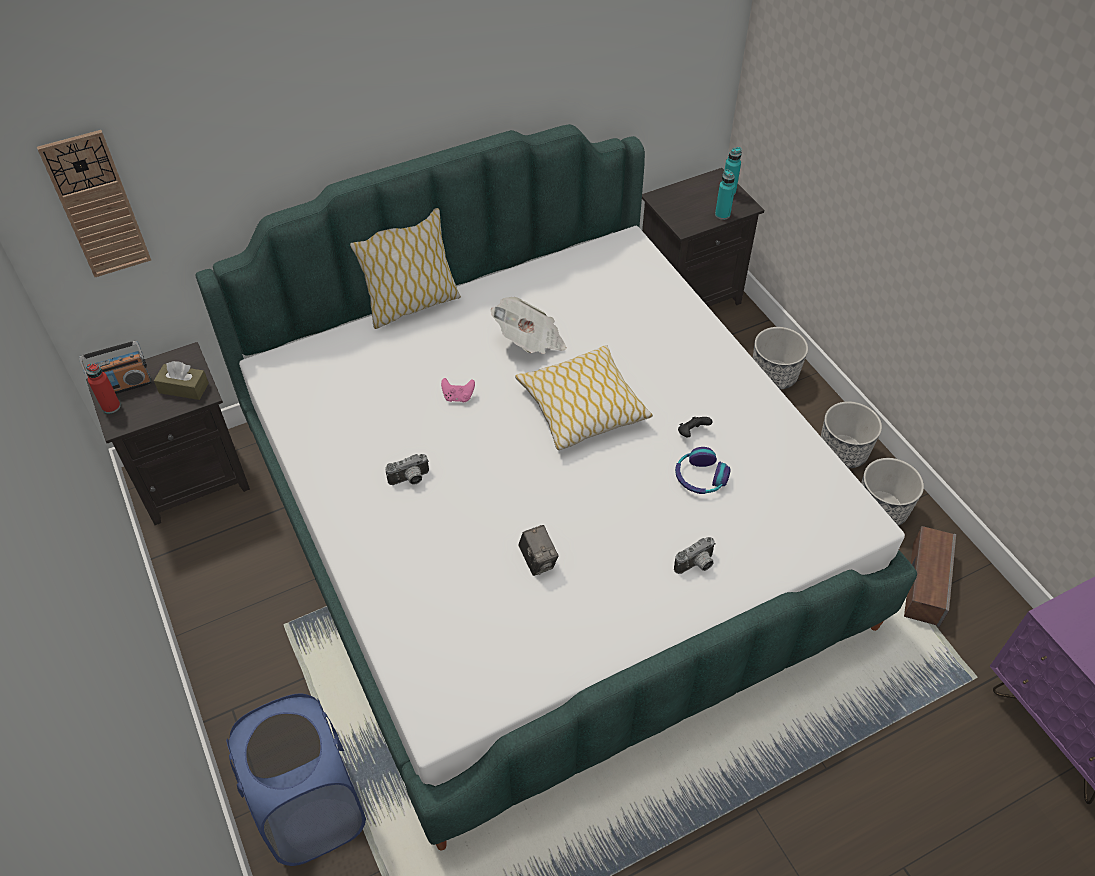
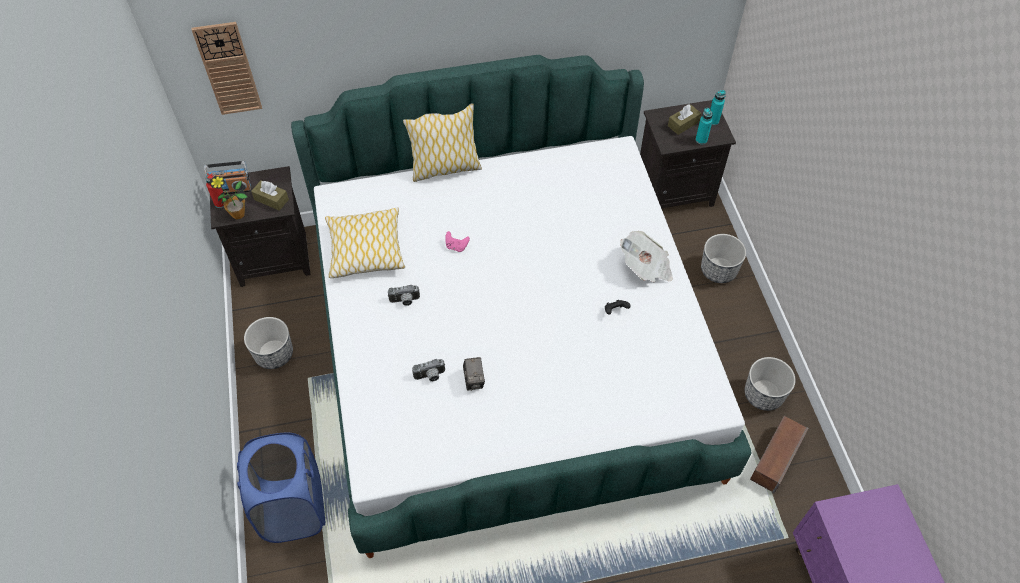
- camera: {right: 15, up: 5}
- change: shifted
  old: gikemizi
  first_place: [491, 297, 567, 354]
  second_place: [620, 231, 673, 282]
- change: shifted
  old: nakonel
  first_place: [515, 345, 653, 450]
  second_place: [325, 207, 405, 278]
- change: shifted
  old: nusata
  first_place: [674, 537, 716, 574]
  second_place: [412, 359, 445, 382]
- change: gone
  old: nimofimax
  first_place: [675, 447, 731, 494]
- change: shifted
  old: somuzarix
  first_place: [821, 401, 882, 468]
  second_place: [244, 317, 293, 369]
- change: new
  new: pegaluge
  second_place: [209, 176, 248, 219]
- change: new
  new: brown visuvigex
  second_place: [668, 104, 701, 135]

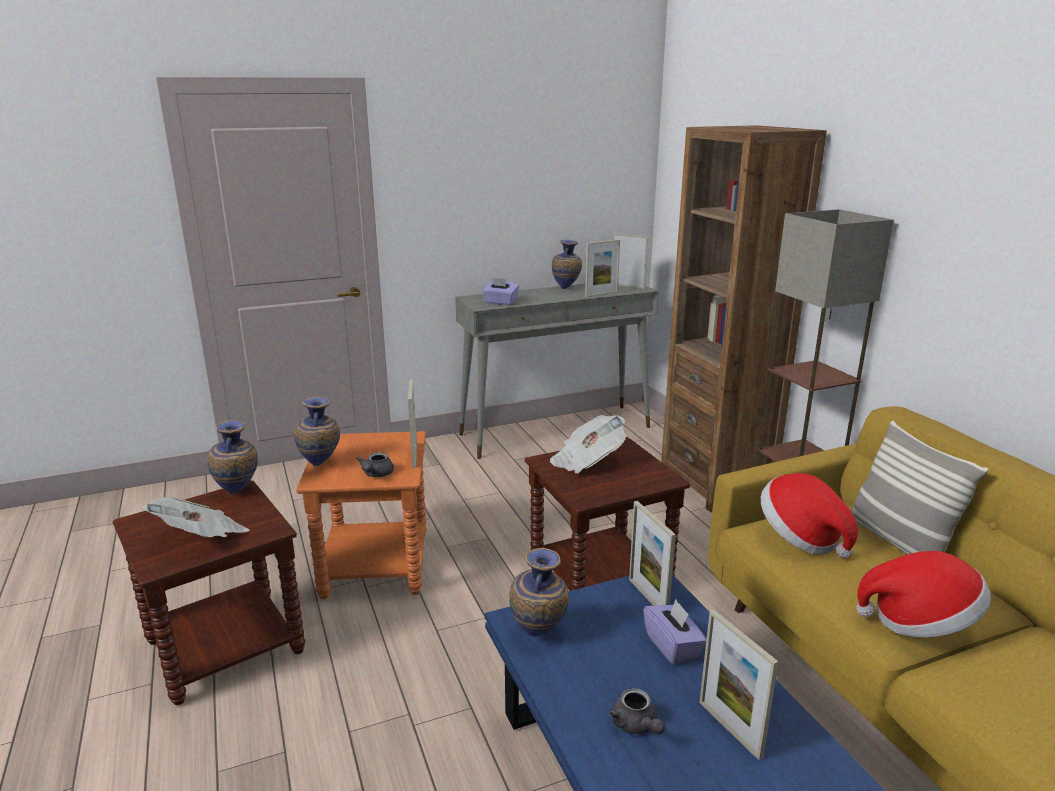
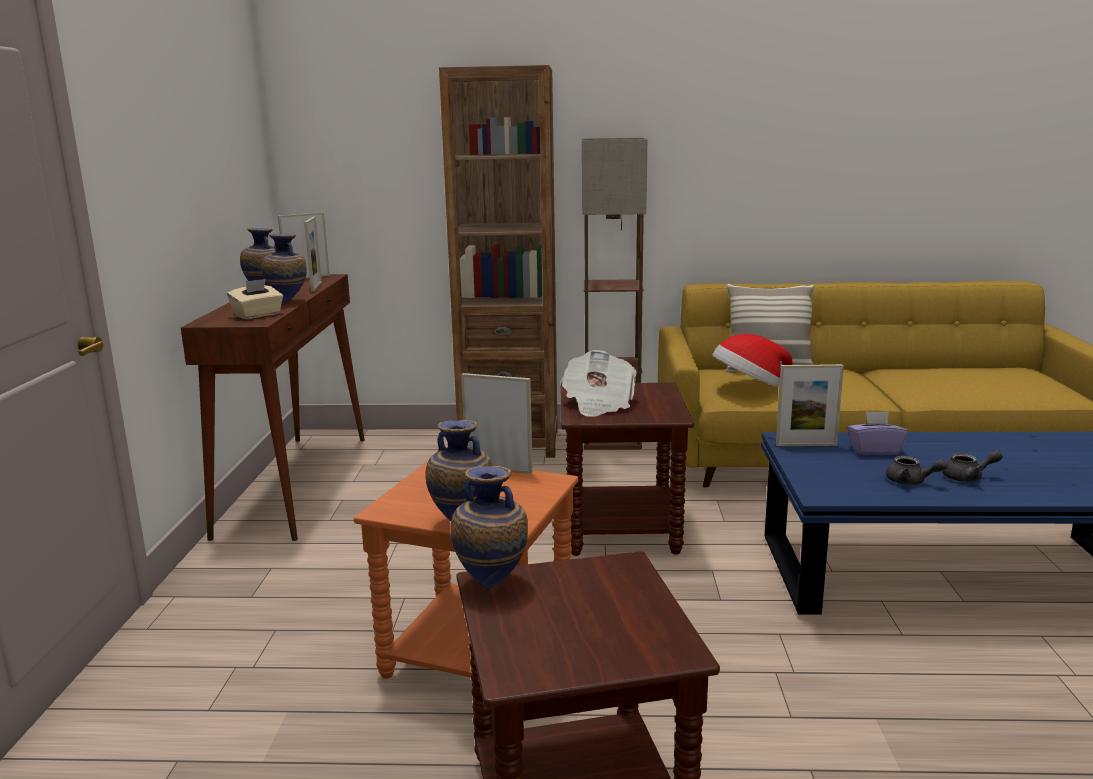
- camera: {right: -65, up: -5}
- change: gone
  old: gikemizi
  first_place: [141, 497, 250, 538]
- change: shifted
  old: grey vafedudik
  first_place: [356, 452, 394, 477]
  second_place: [886, 456, 947, 485]
- change: repainted
  old: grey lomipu
  new: brown lomipu
  first_place: [455, 284, 659, 459]
  second_place: [181, 274, 365, 541]
- change: repainted
  old: purple visuvigex
  new: beige visuvigex
  first_place: [482, 278, 519, 305]
  second_place: [227, 279, 283, 319]
- change: shifted
  old: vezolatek
  first_place: [509, 548, 569, 637]
  second_place: [261, 234, 307, 303]
- change: gone
  old: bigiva
  first_place: [699, 610, 779, 760]
- change: gone
  old: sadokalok
  first_place: [856, 551, 991, 638]

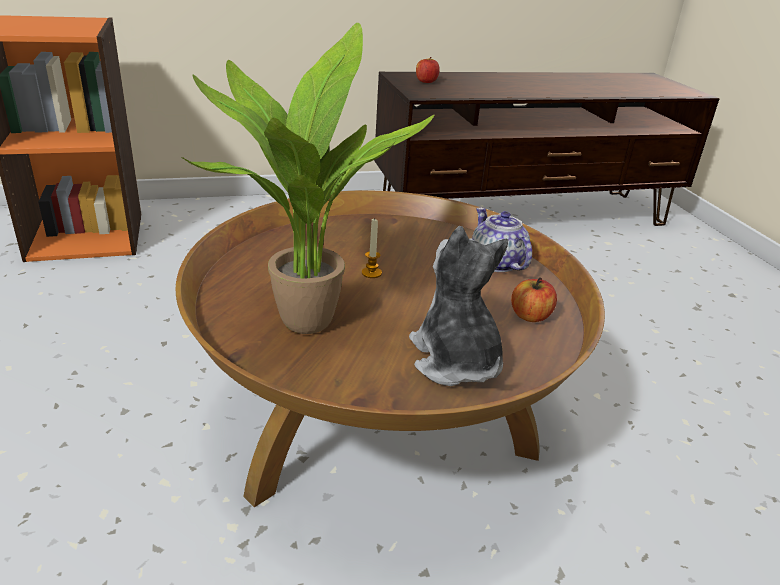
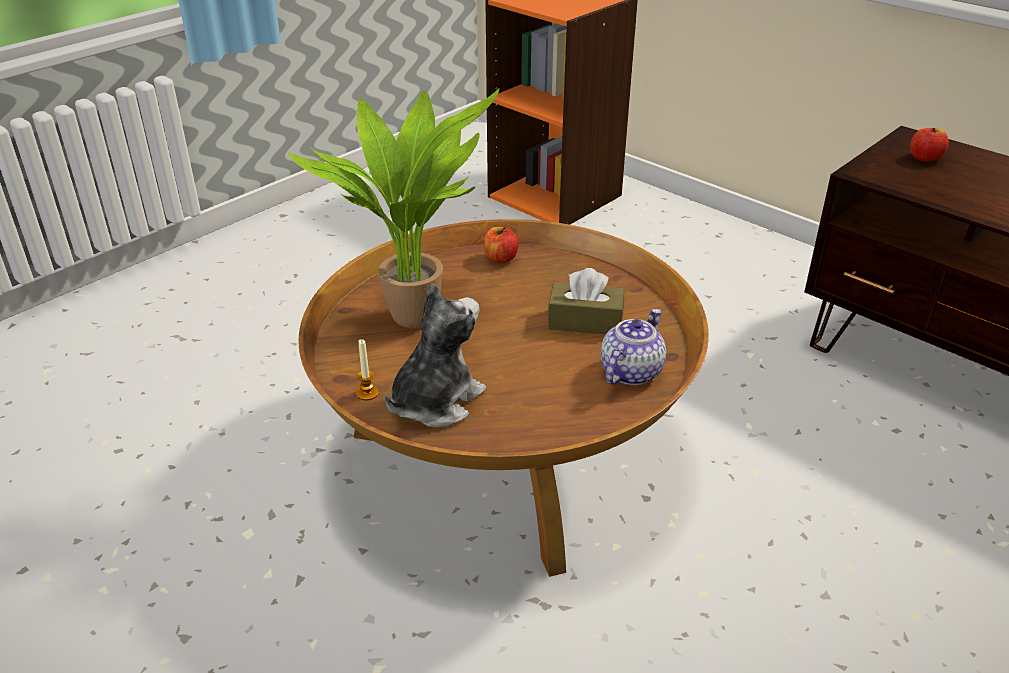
- camera: {right: 60, up: 5}
- change: shifted
  old: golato
  first_place: [362, 219, 382, 278]
  second_place: [356, 339, 379, 401]
- change: shifted
  old: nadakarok
  first_place: [511, 277, 557, 322]
  second_place: [484, 227, 518, 263]
- change: new
  new: brown visuvigex
  second_place: [548, 268, 624, 334]

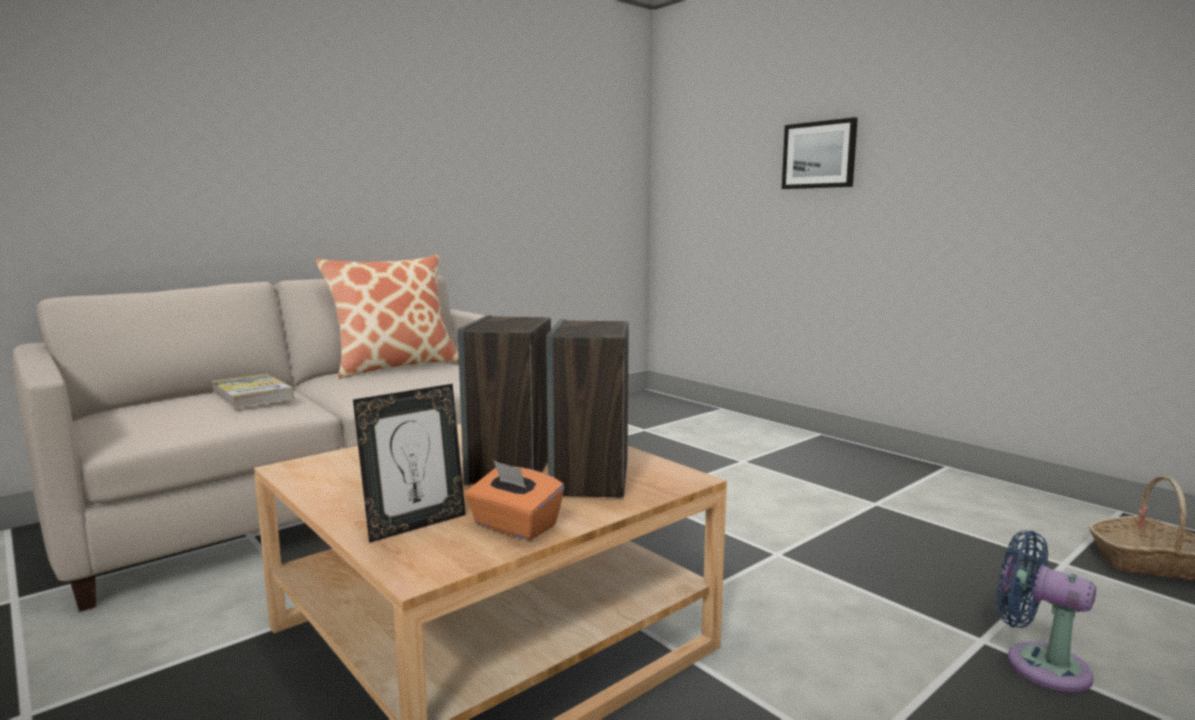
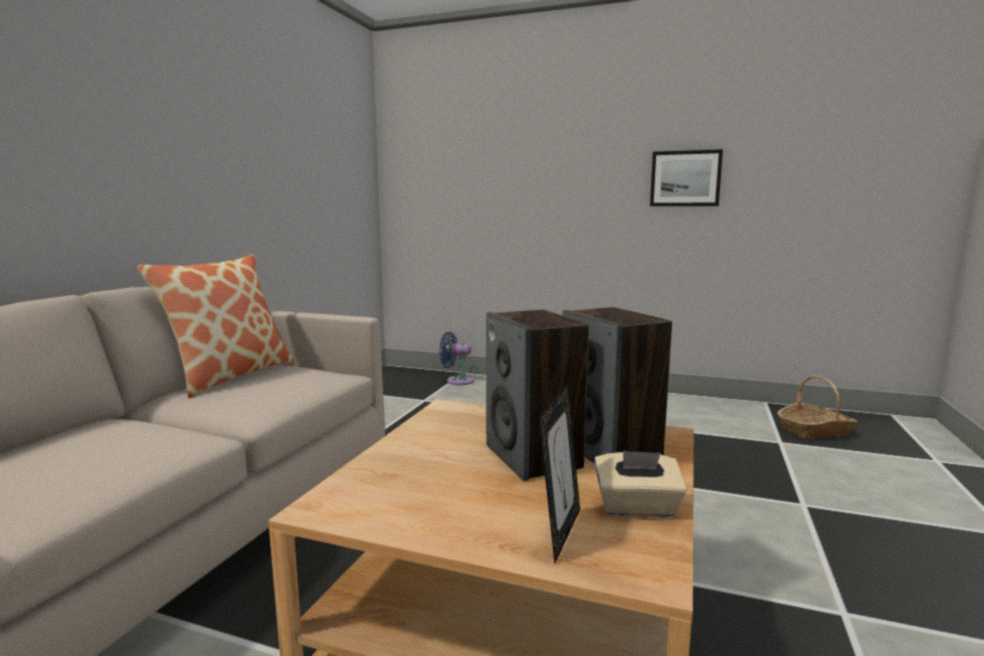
- camera: {right: -30, up: 0}
- change: gone
  old: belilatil
  first_place: [211, 374, 294, 409]
- change: repainted
  old: orange visuvigex
  new: beige visuvigex
  first_place: [465, 460, 564, 540]
  second_place: [594, 450, 687, 518]
- change: shifted
  old: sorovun
  first_place: [782, 117, 858, 189]
  second_place: [650, 149, 723, 206]
- change: shifted
  old: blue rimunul
  first_place: [997, 530, 1096, 692]
  second_place: [439, 332, 474, 385]

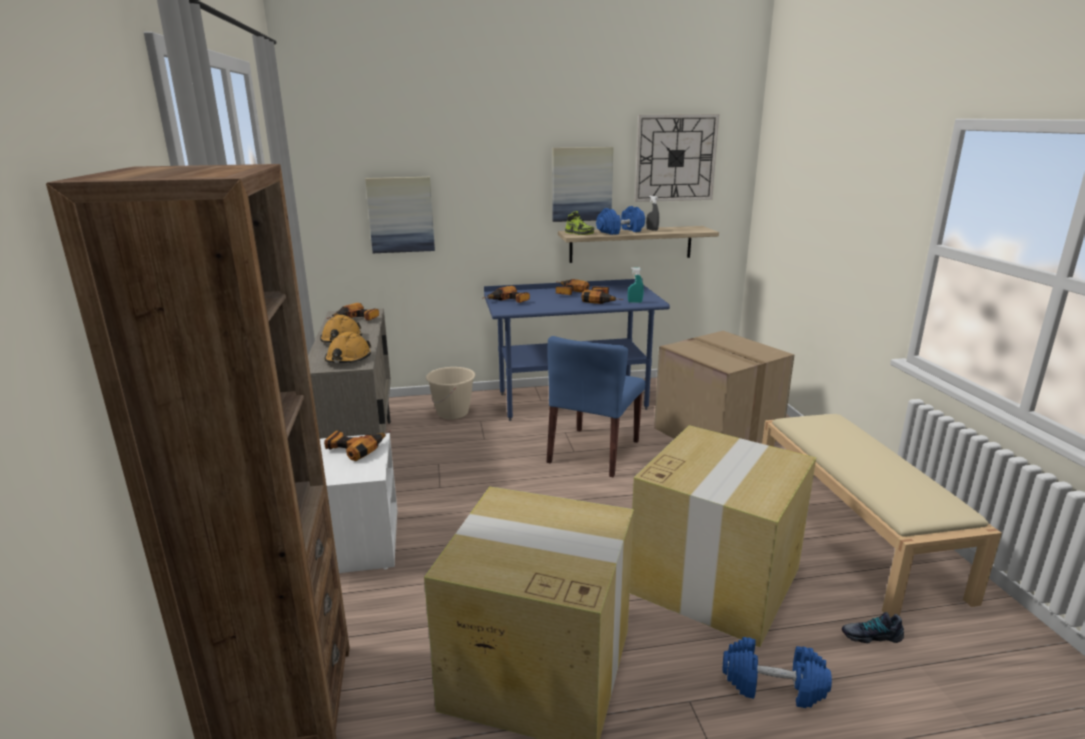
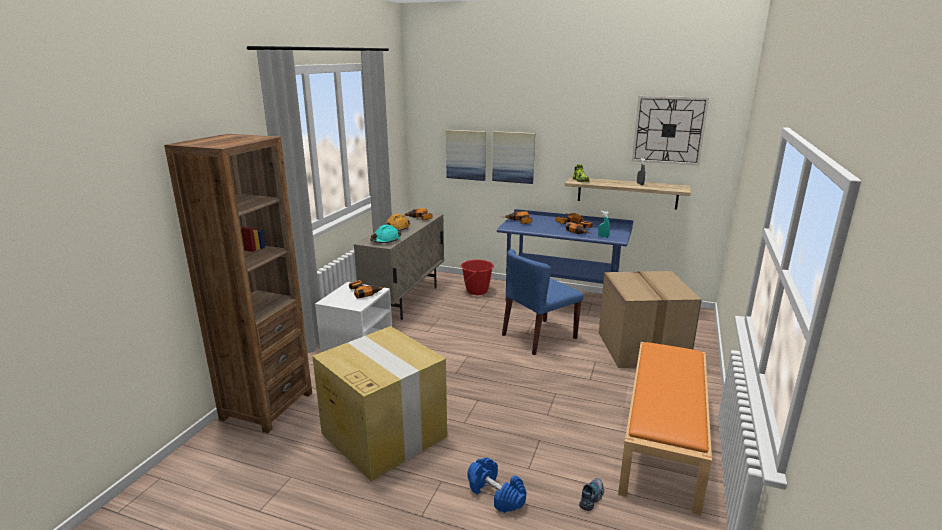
- camera: {right: 30, up: 0}
- change: repainted
  old: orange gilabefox
  new: turquoise gilabefox
  first_place: [325, 332, 371, 363]
  second_place: [370, 225, 401, 243]
- change: repainted
  old: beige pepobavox
  new: red pepobavox
  first_place: [426, 367, 475, 420]
  second_place: [461, 260, 494, 295]
- change: shifted
  old: sorovun
  first_place: [552, 147, 614, 222]
  second_place: [492, 131, 535, 184]
- change: gone
  old: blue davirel
  first_place: [596, 206, 645, 235]
- change: gone
  old: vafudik
  first_place: [630, 425, 816, 647]
- change: repainted
  old: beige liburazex
  new: orange liburazex
  first_place: [762, 414, 1002, 618]
  second_place: [618, 342, 712, 515]
- change: rotated
  old: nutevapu
  first_place: [842, 612, 904, 643]
  second_place: [579, 478, 604, 511]
  degrees: 90

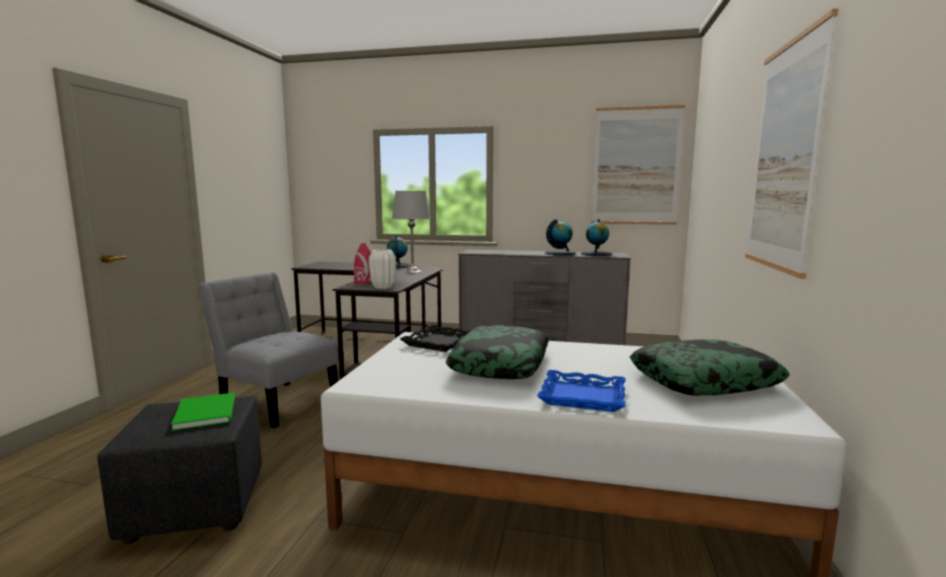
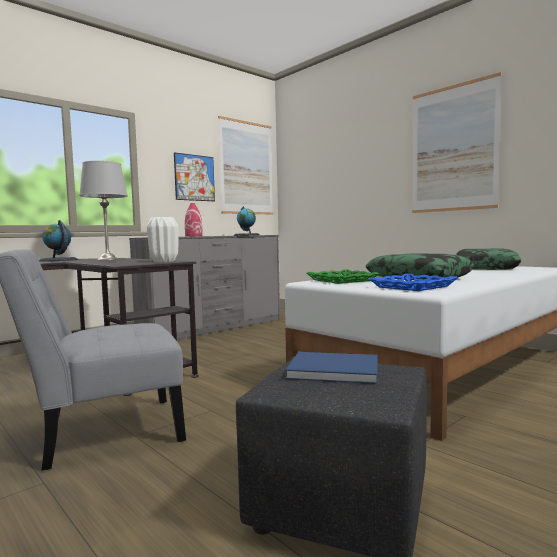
- camera: {right: -55, up: -5}
- change: repainted
  old: green belilatil
  new: blue belilatil
  first_place: [171, 393, 235, 431]
  second_place: [286, 352, 378, 384]
- change: shifted
  old: red vezolatek
  first_place: [354, 243, 372, 284]
  second_place: [185, 203, 203, 237]
- change: repainted
  old: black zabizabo
  new: green zabizabo
  first_place: [400, 325, 471, 352]
  second_place: [307, 269, 379, 284]
- change: shifted
  old: blue zabizabo
  first_place: [537, 370, 626, 412]
  second_place: [369, 274, 458, 291]
- change: gone
  old: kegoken
  first_place: [545, 219, 577, 256]
- change: new
  new: sorovun
  second_place: [174, 152, 215, 201]

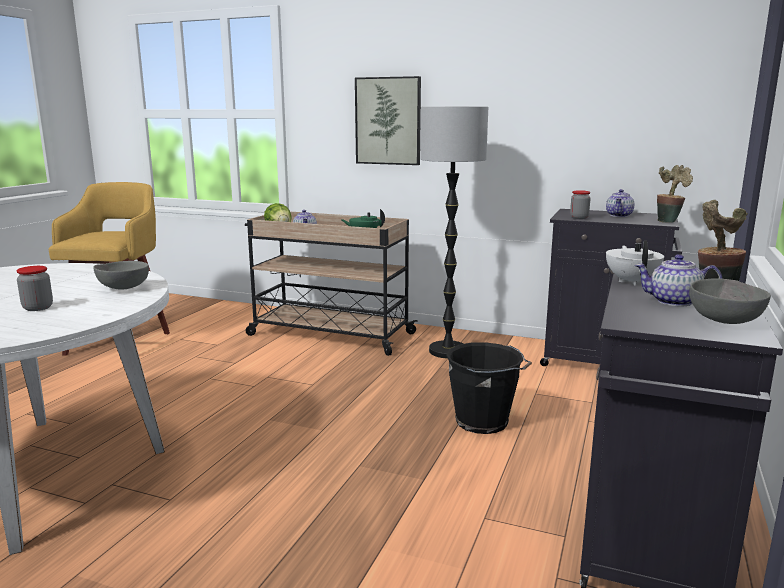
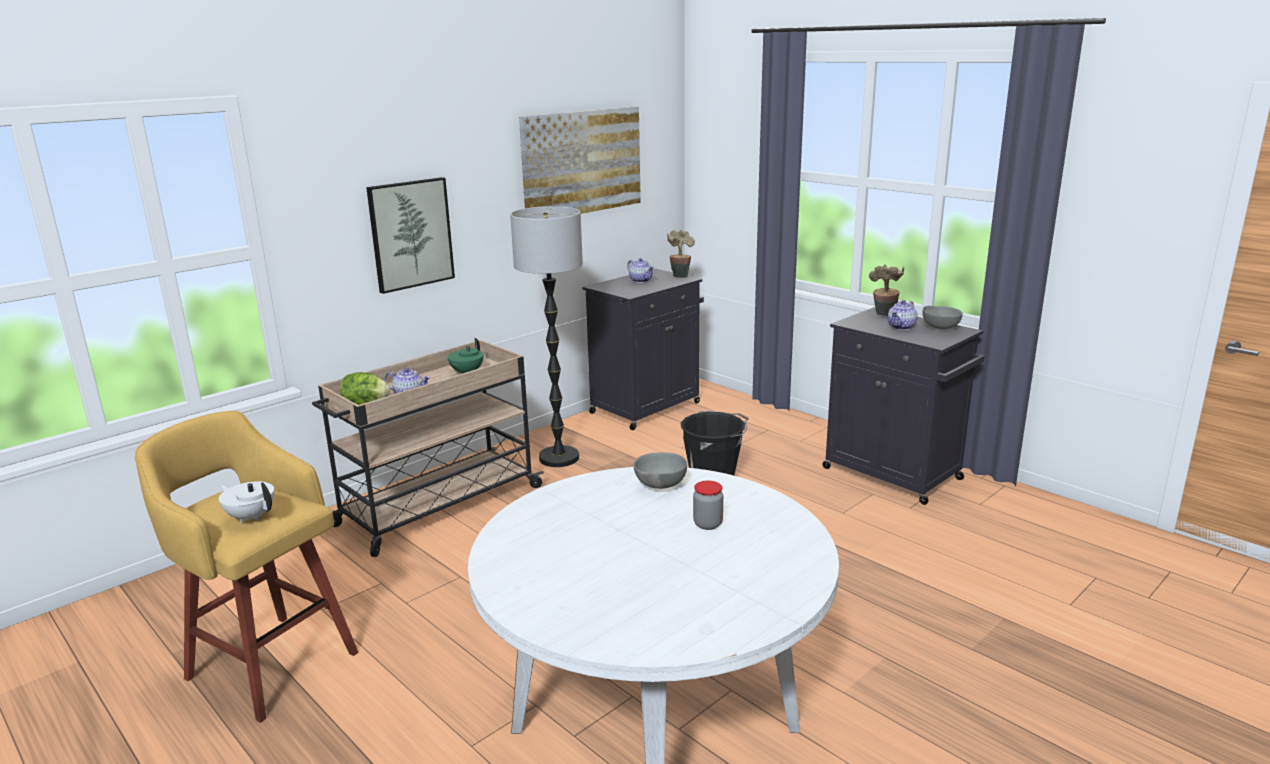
- camera: {right: -65, up: 5}
- change: gone
  old: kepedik
  first_place: [570, 190, 591, 219]
- change: shifted
  old: white vafedudik
  first_place: [606, 240, 664, 285]
  second_place: [219, 481, 274, 523]
- change: new
  new: sorovun
  second_place: [519, 106, 641, 214]

